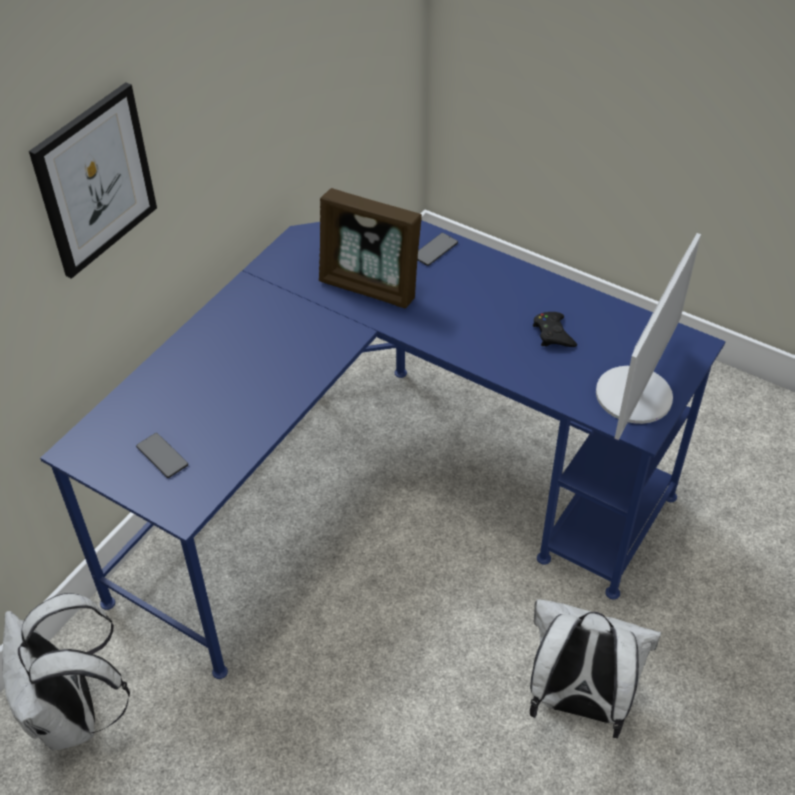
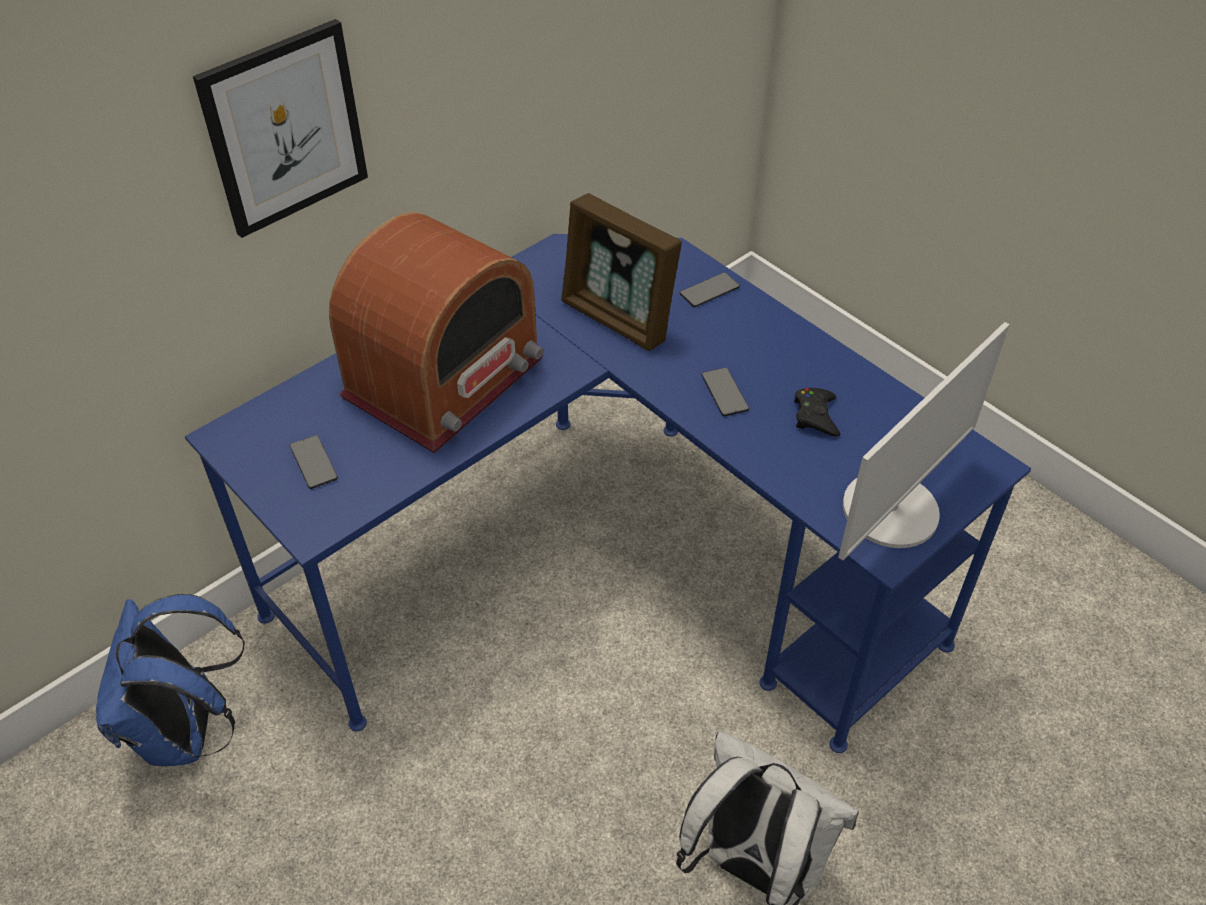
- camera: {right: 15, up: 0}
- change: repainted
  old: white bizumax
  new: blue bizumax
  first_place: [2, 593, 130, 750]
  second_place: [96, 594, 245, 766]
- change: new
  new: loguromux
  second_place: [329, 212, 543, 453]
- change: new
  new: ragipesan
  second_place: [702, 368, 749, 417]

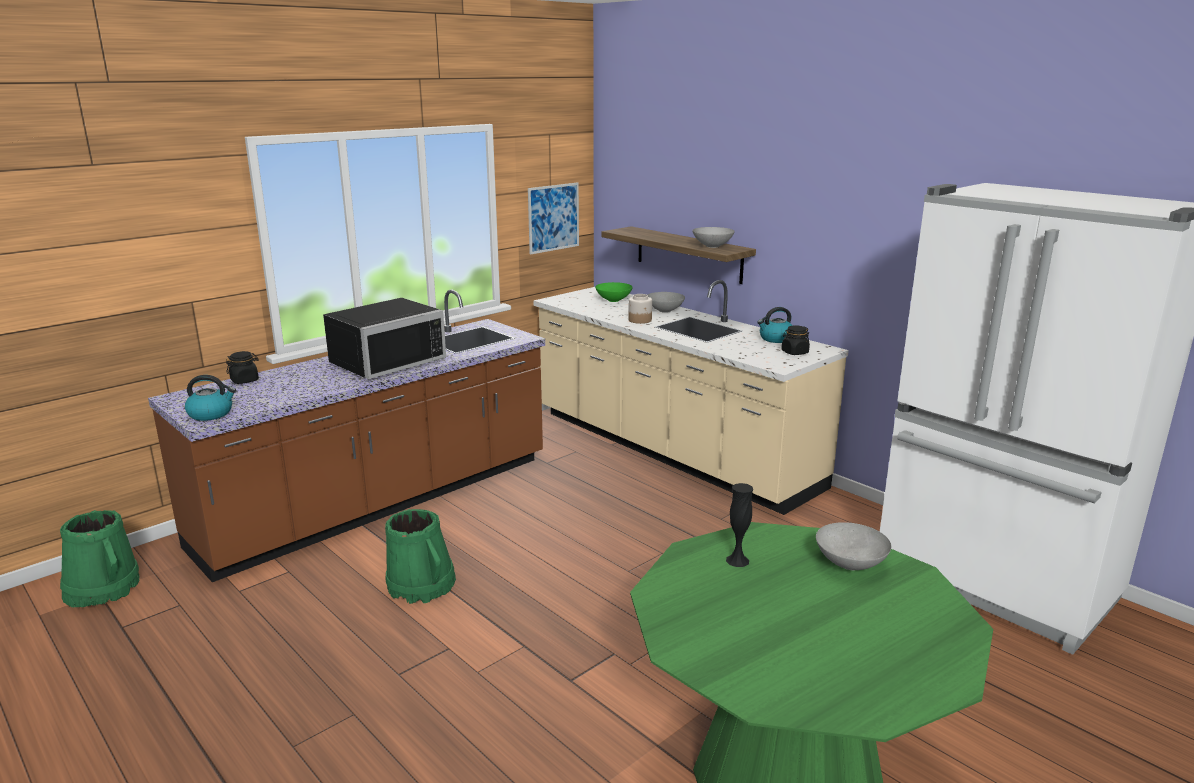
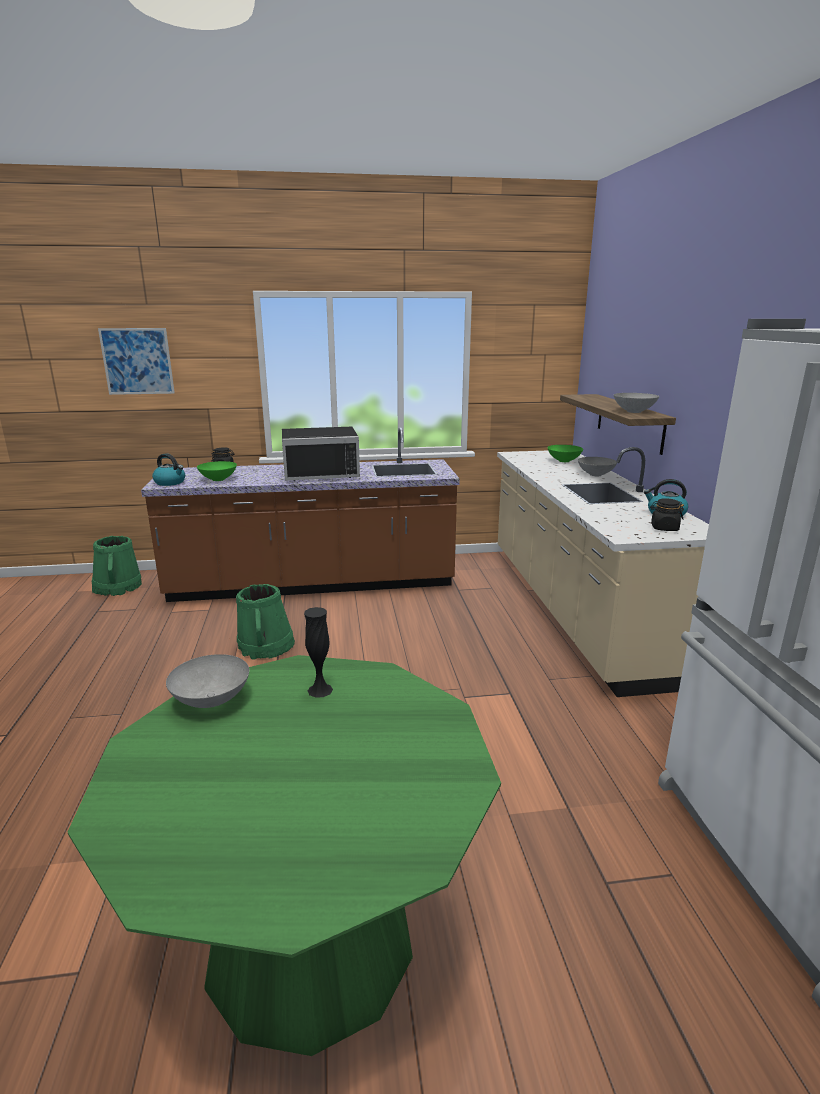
- camera: {right: 35, up: 0}
- change: shifted
  old: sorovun
  first_place: [528, 182, 579, 255]
  second_place: [98, 328, 175, 395]
- change: gone
  old: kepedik
  first_place: [628, 294, 652, 324]
- change: shifted
  old: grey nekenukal
  first_place: [816, 522, 891, 570]
  second_place: [166, 654, 249, 708]
- change: new
  new: green nekenukal
  second_place: [197, 461, 237, 481]

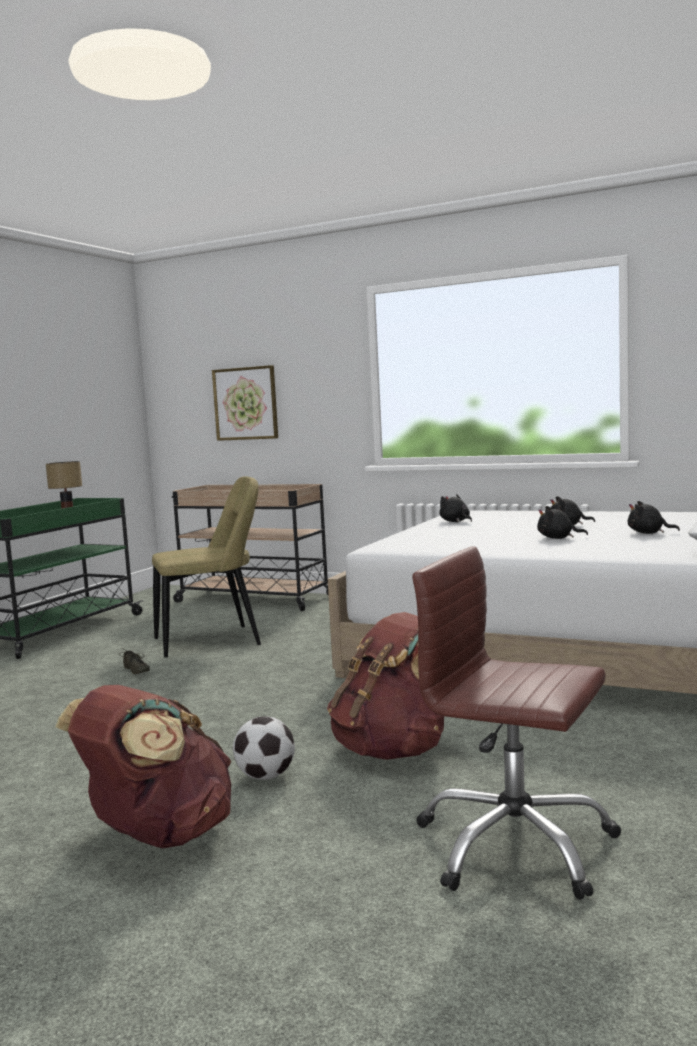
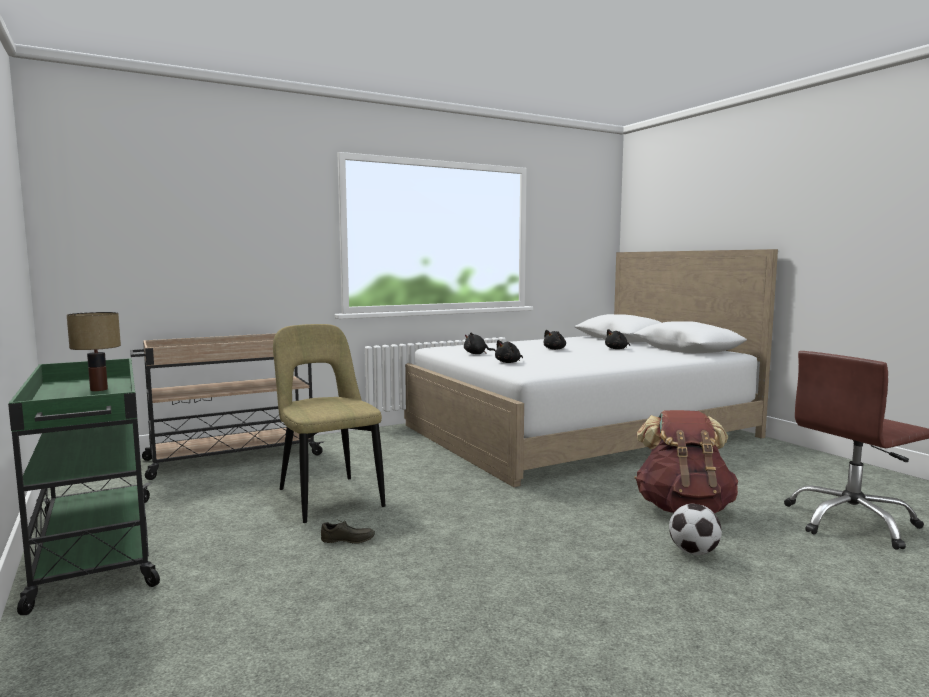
- camera: {right: -55, up: 0}
- change: gone
  old: brown bizumax
  first_place: [55, 685, 231, 848]
- change: rotated
  old: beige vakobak
  first_place: [152, 476, 261, 657]
  second_place: [273, 324, 385, 523]
  degrees: -45
- change: gone
  old: sorovun
  first_place: [212, 365, 278, 441]
- change: shifted
  old: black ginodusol
  first_place: [537, 506, 588, 539]
  second_place: [495, 340, 523, 363]

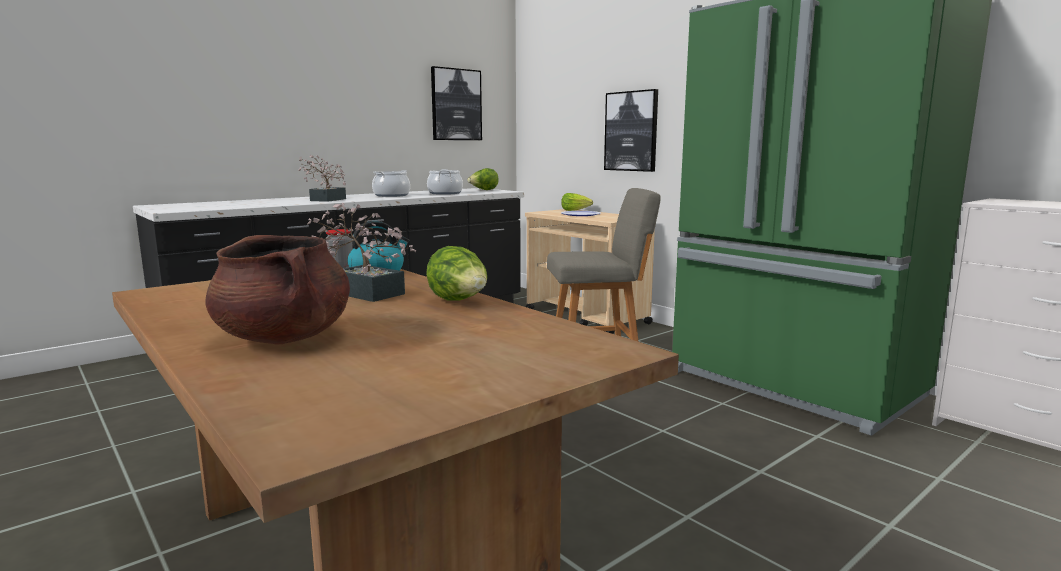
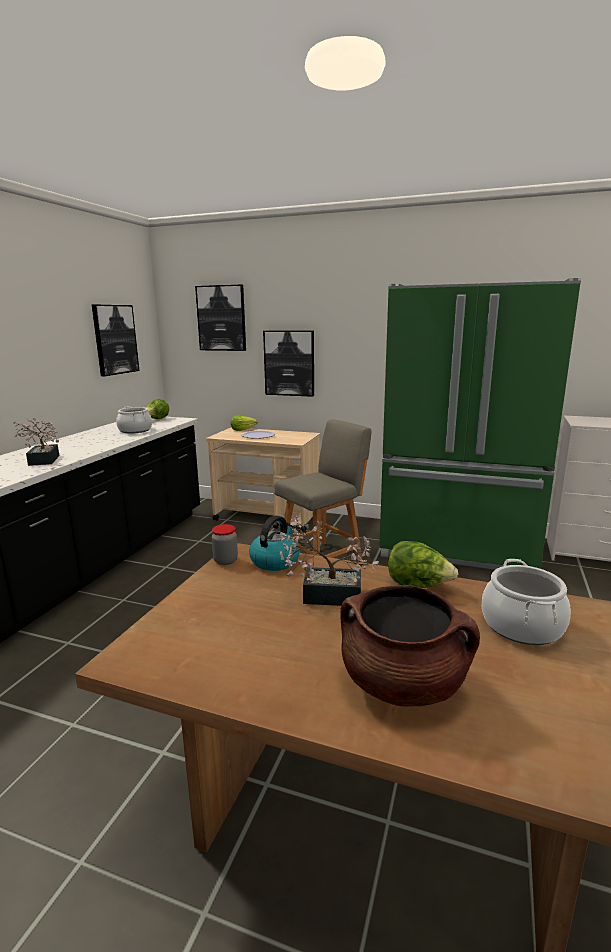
- camera: {right: -30, up: 5}
- change: shifted
  old: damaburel
  first_place: [372, 170, 410, 197]
  second_place: [482, 559, 571, 645]
- change: new
  new: sorovun
  second_place: [195, 285, 246, 351]

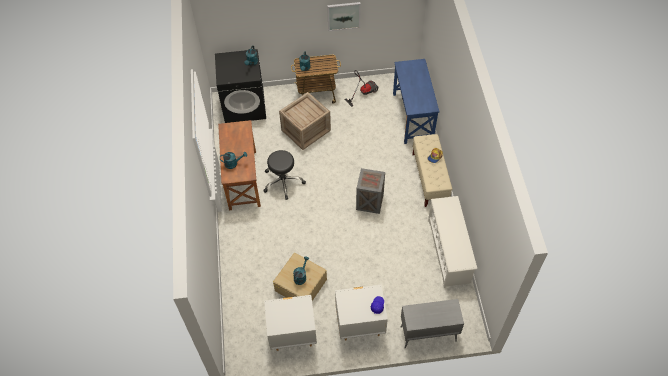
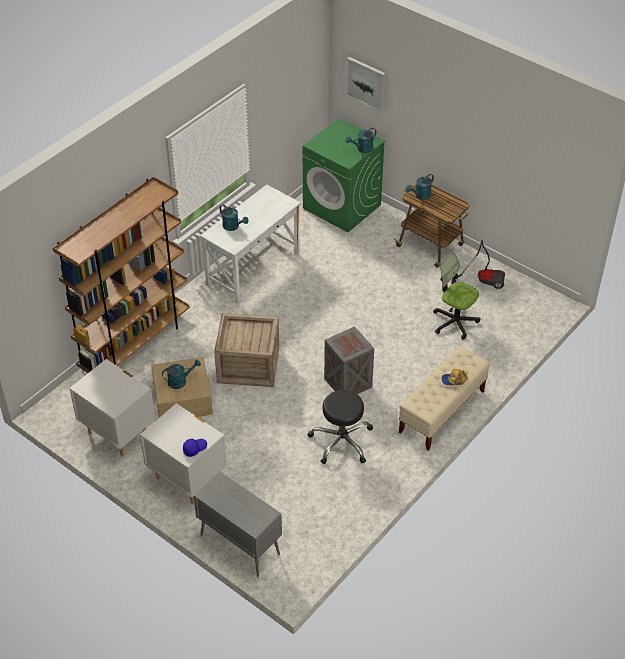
- camera: {right: 45, up: -10}
- change: repainted
  old: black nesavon
  new: green nesavon
  first_place: [215, 49, 266, 123]
  second_place: [303, 118, 386, 232]
- change: repainted
  old: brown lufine
  new: white lufine
  first_place: [218, 120, 261, 210]
  second_place: [200, 184, 301, 304]
- change: shifted
  old: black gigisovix
  first_place: [263, 150, 306, 200]
  second_place: [308, 390, 373, 464]
- change: shifted
  old: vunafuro
  first_place: [279, 92, 331, 150]
  second_place: [214, 313, 279, 387]
- change: shifted
  old: sorovun
  first_place: [327, 2, 361, 31]
  second_place: [346, 57, 385, 112]
- change: gone
  old: blue lufine
  first_place: [393, 59, 440, 144]
- change: gone
  old: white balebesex
  first_place: [428, 196, 477, 288]
- change: new
  new: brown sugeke
  second_place: [53, 177, 190, 373]
- change: new
  new: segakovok
  second_place: [433, 253, 480, 340]

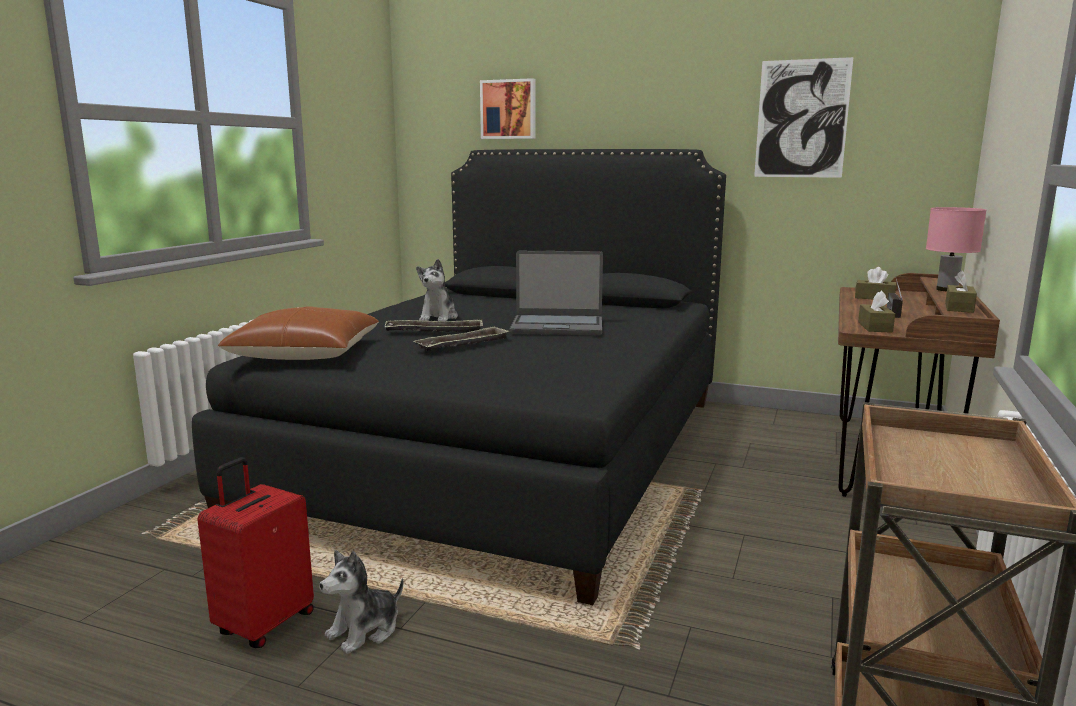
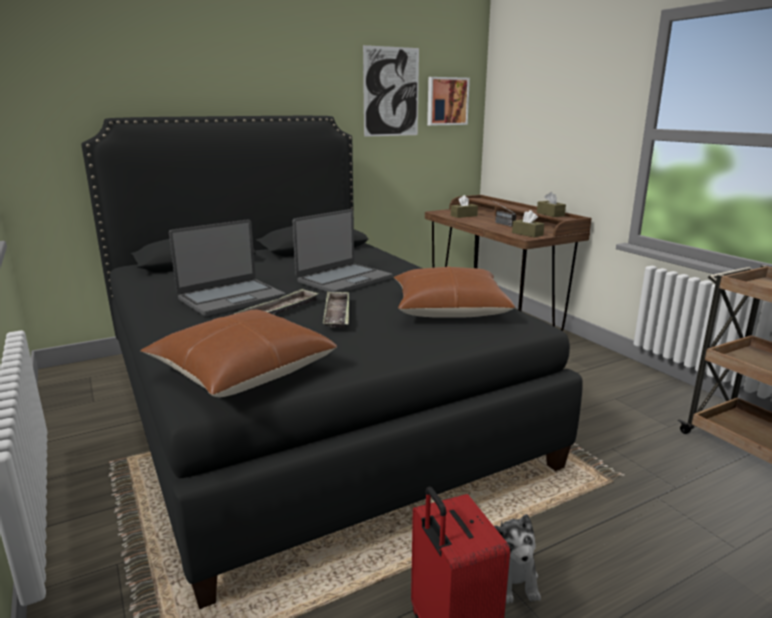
- camera: {right: -50, up: 5}
- change: swapped
  old: ginodusol
  new: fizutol
  first_place: [416, 259, 458, 321]
  second_place: [169, 219, 286, 316]
- change: shifted
  old: sorovun
  first_place: [480, 78, 535, 139]
  second_place: [427, 77, 470, 126]
- change: gone
  old: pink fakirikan
  first_place: [926, 207, 987, 291]
- change: new
  new: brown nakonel
  second_place: [394, 266, 515, 318]

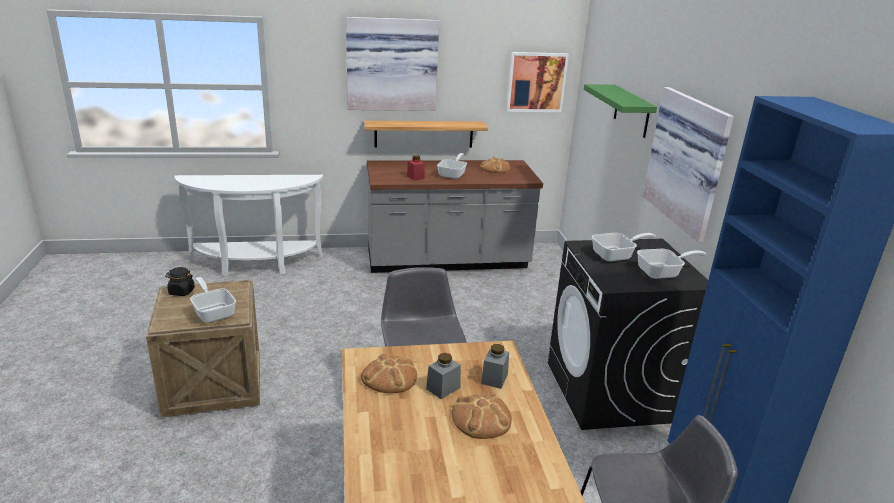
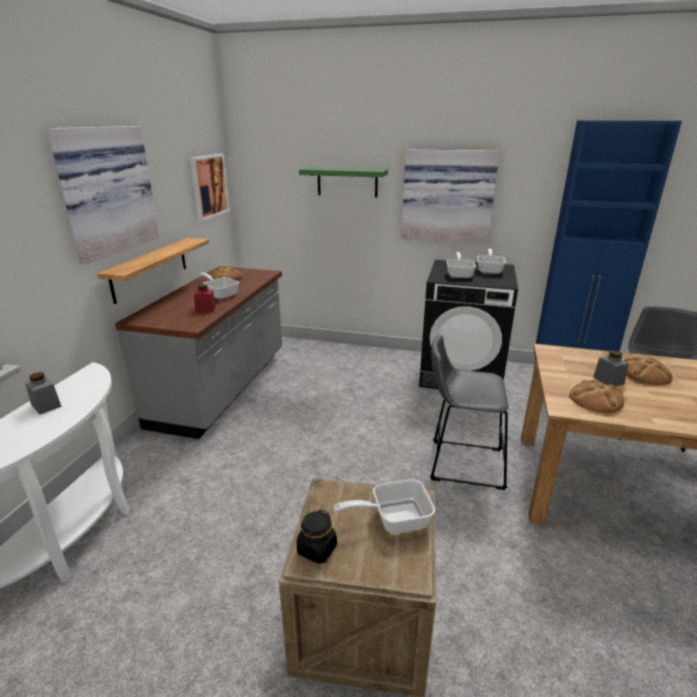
- camera: {right: -65, up: 0}
- change: shifted
  old: grey kepedik
  first_place: [481, 344, 509, 389]
  second_place: [25, 372, 62, 414]

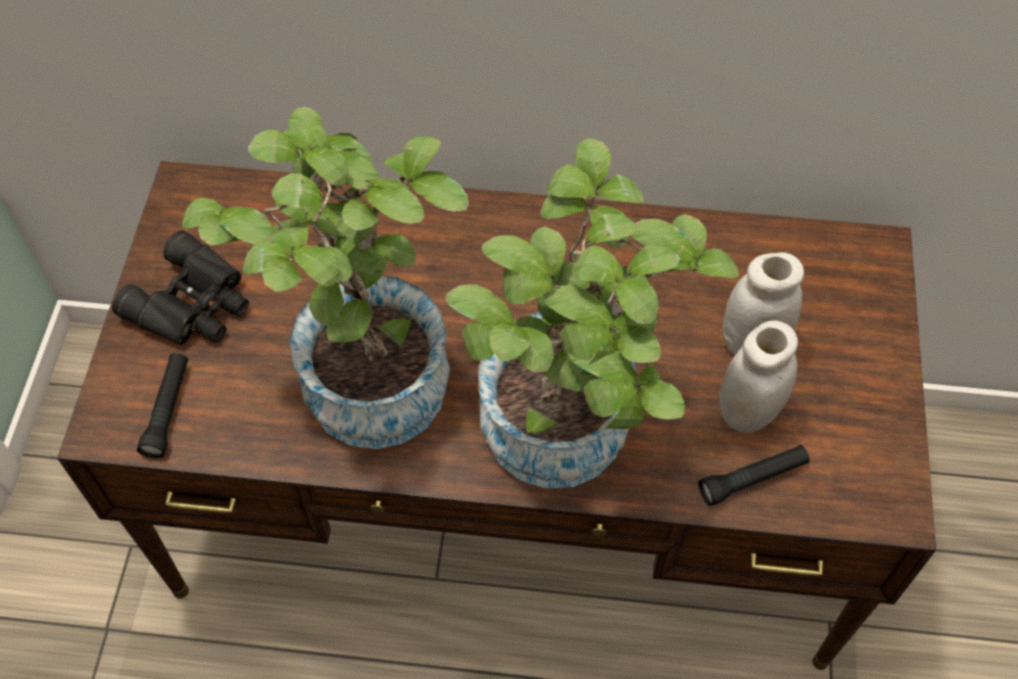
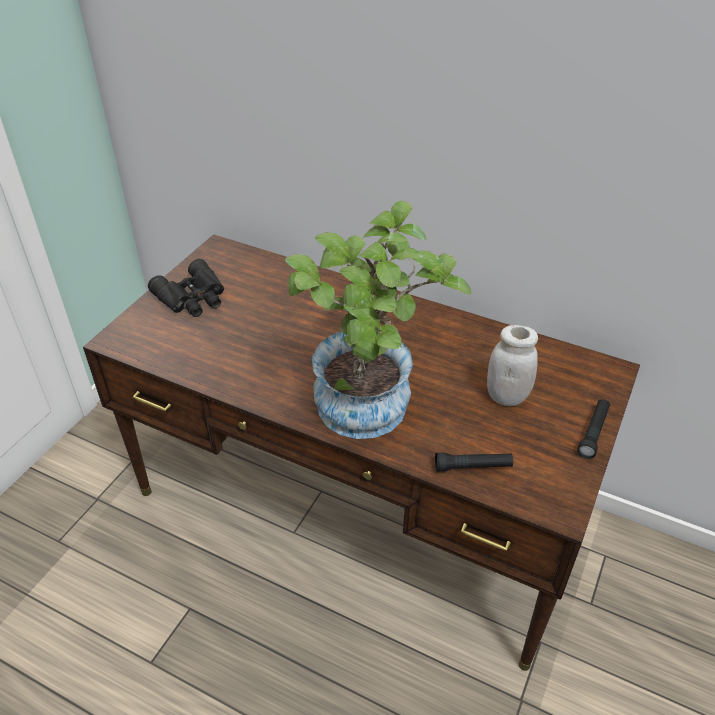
- camera: {right: 20, up: -15}
- change: shifted
  old: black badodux
  first_place: [137, 353, 188, 459]
  second_place: [577, 399, 610, 459]
- change: gone
  old: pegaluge
  first_place: [182, 107, 469, 449]
- change: gone
  old: white kepedik
  first_place: [719, 320, 798, 433]

